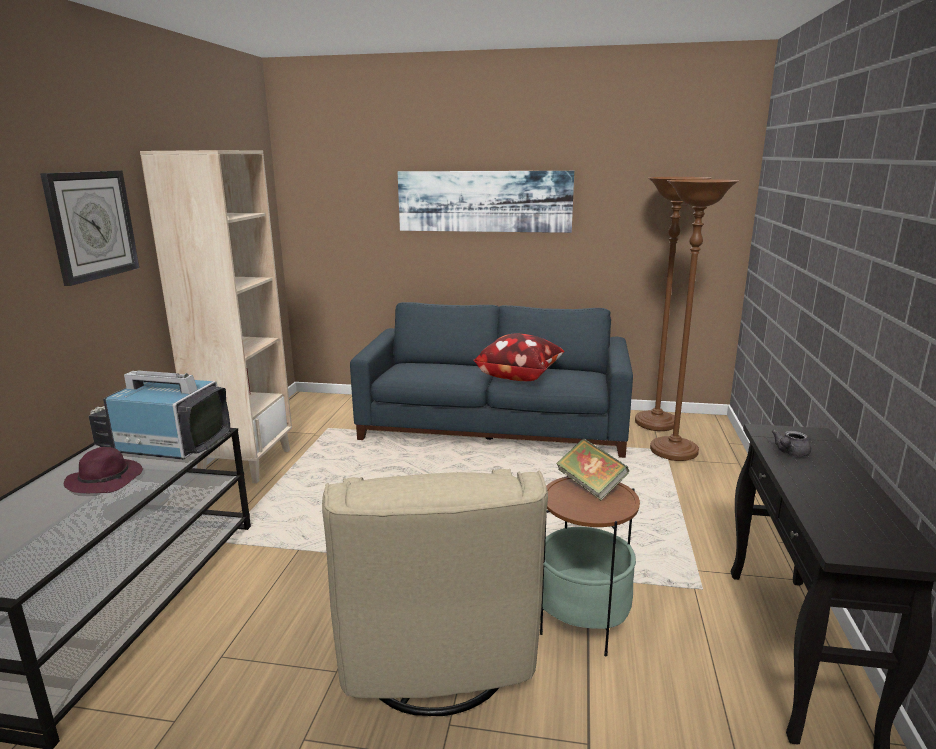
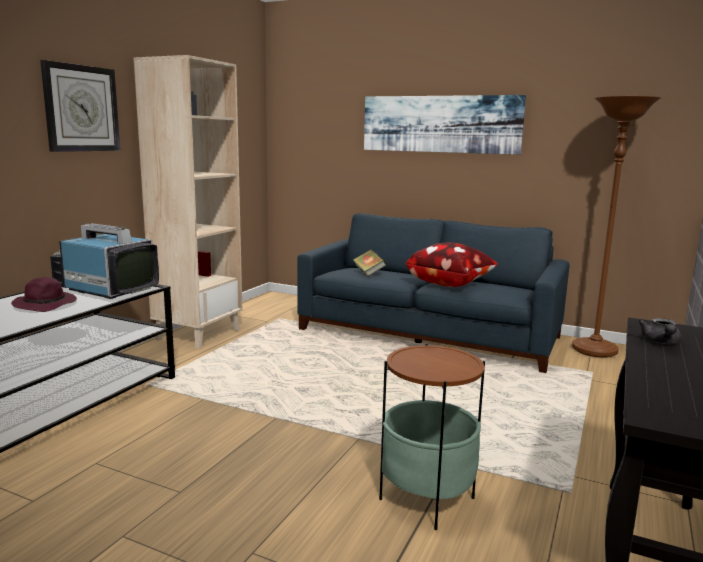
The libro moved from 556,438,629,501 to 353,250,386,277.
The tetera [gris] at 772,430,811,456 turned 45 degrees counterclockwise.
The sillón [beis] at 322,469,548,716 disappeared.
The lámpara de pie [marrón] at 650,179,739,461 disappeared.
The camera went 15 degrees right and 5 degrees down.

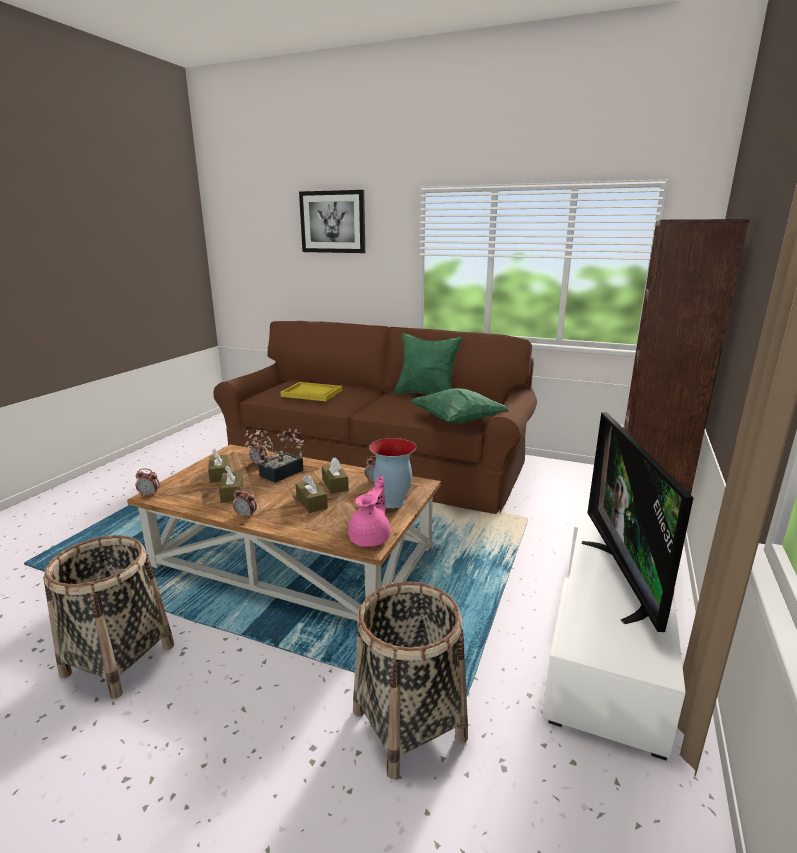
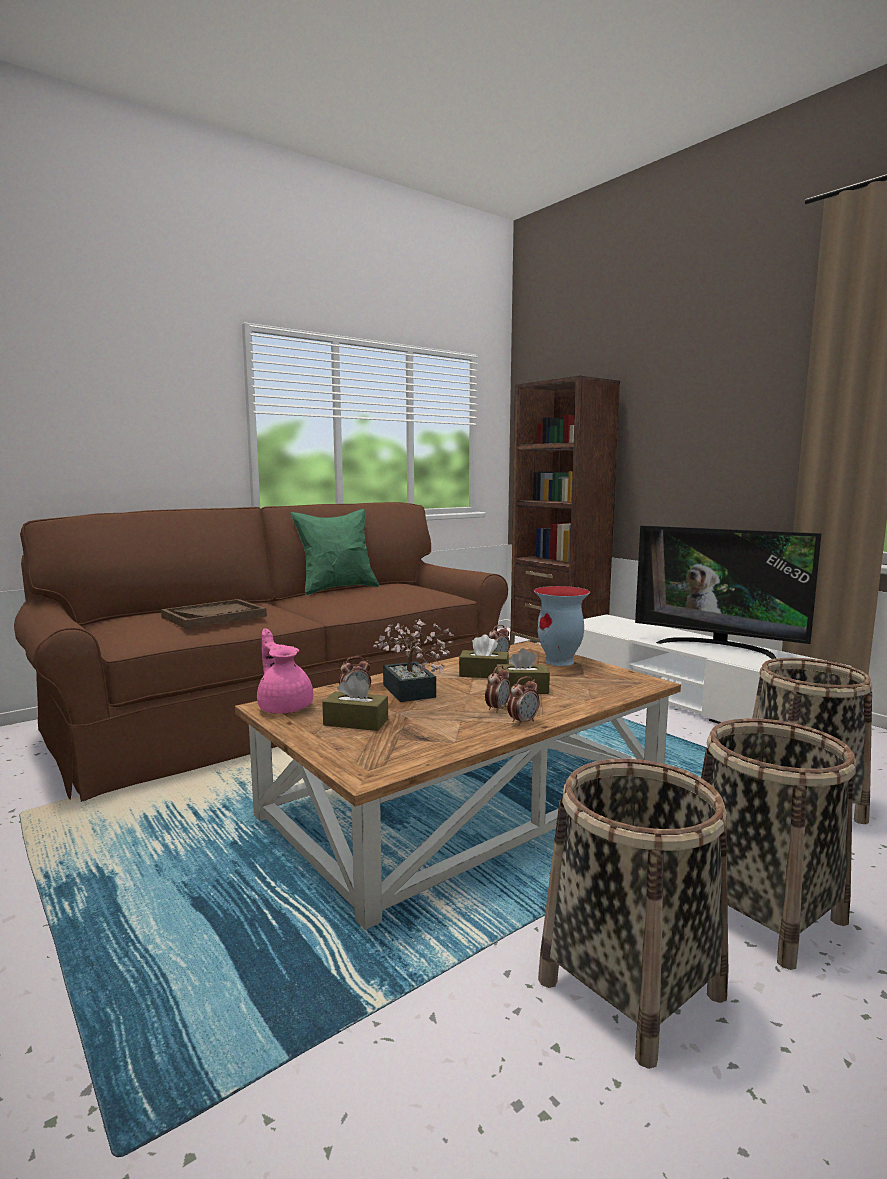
The bandeja [amarillo] at 280,382,342,401 became the bandeja [marrón] at 161,599,267,629.
The tetera [rosa] moved from 348,475,390,547 to 257,629,313,714.
The despertador moved from 136,469,160,497 to 485,665,511,713.
The cesta at 701,718,856,970 appeared.
The caja de pañuelos [marrón] at 219,466,243,503 disappeared.
The cuadro at 299,190,365,253 disappeared.
The cojín [verde] at 410,388,510,423 disappeared.
The camera went 60 degrees left and 10 degrees down.

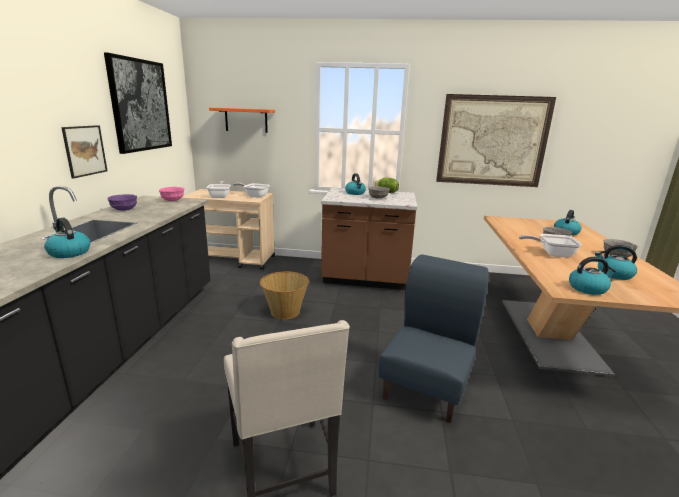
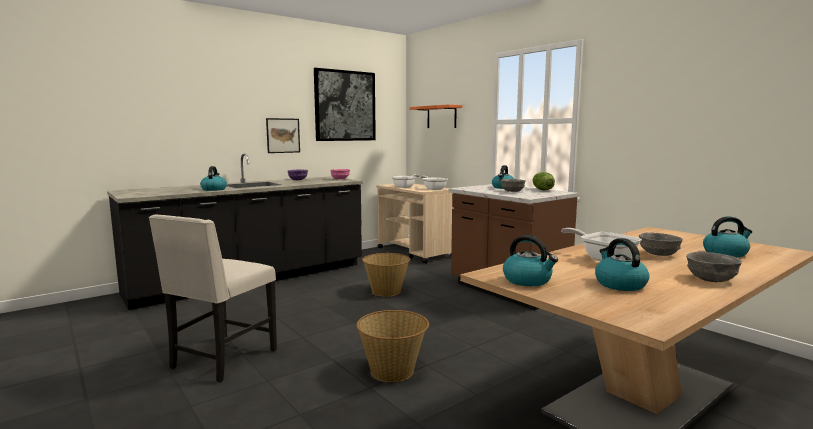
The silla [azul] at 378,254,489,423 was replaced by the cesta at 357,310,429,382.
The cuadro at 436,94,556,187 disappeared.
The camera went 45 degrees right and 10 degrees down.

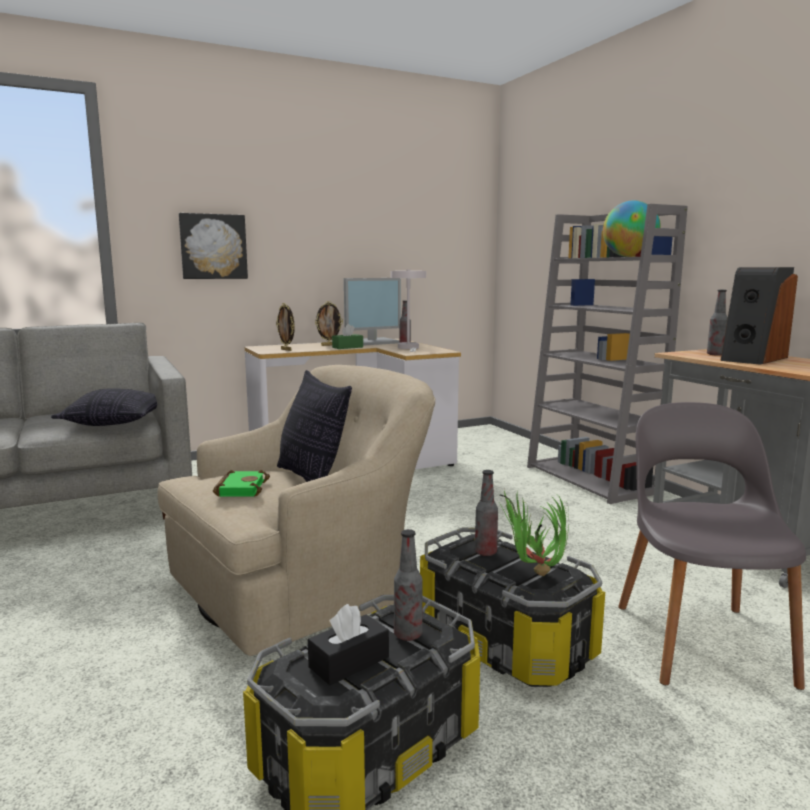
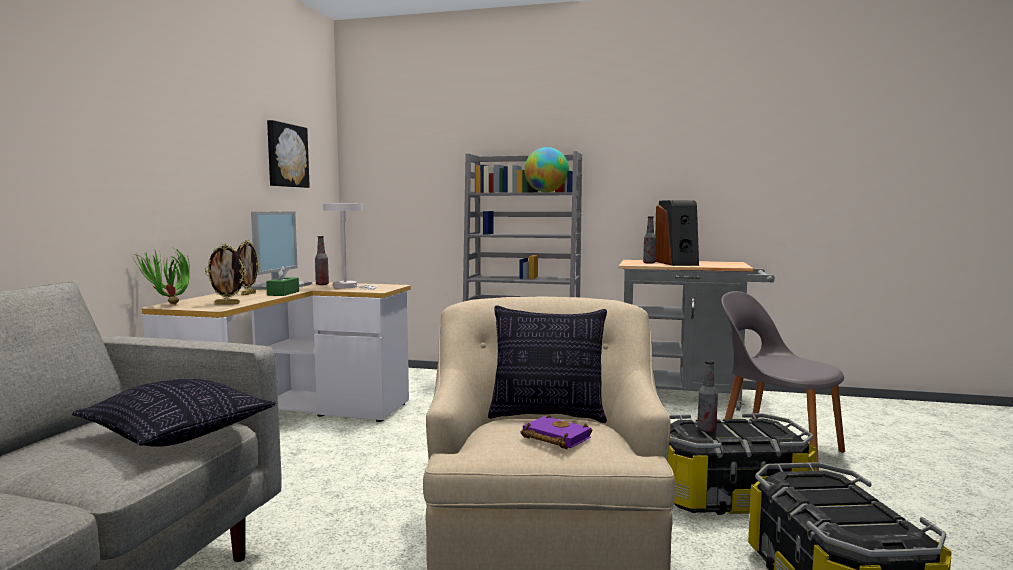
The planta en maceta moved from 497,491,569,576 to 134,249,190,304.
The cuadro moved from 179,213,248,279 to 267,120,310,188.
The libro [verde] at 213,470,270,497 became the libro [morado] at 521,414,592,449.
The caja de pañuelos [negro] at 308,604,389,685 disappeared.
The botella at 394,529,423,641 disappeared.
The camera went 50 degrees left and 5 degrees down.

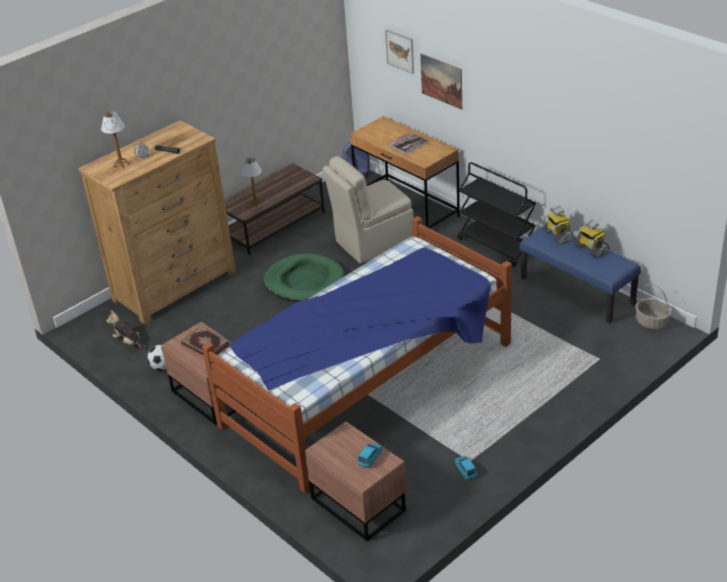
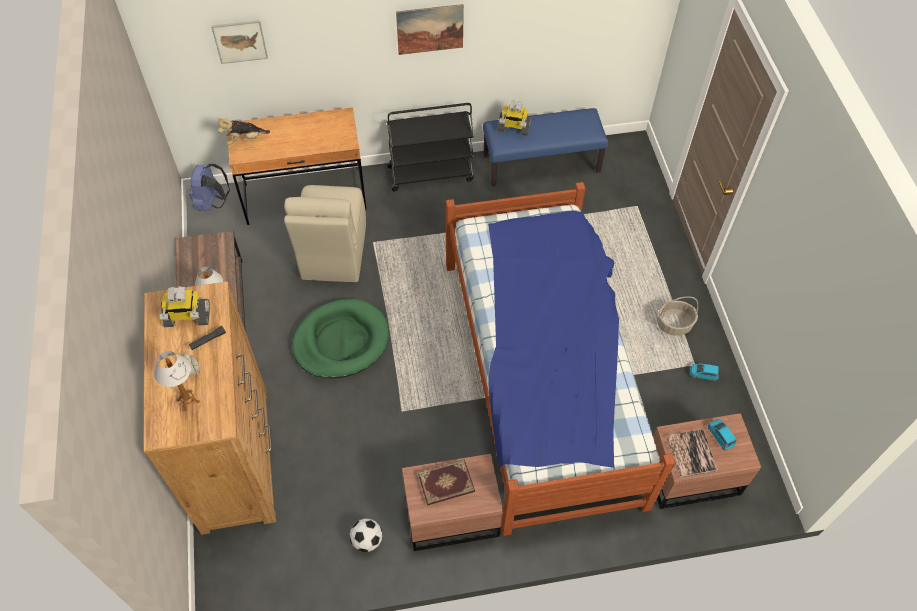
The robot de juguete moved from 573,219,609,258 to 160,286,210,327.
The peluche moved from 106,310,148,350 to 217,118,270,145.
The cuadro moved from 420,54,462,110 to 396,4,464,55.
The cesta moved from 636,284,671,330 to 657,297,698,336.
The libro moved from 387,132,428,155 to 666,429,718,477.
The camera went 60 degrees left and 20 degrees up.

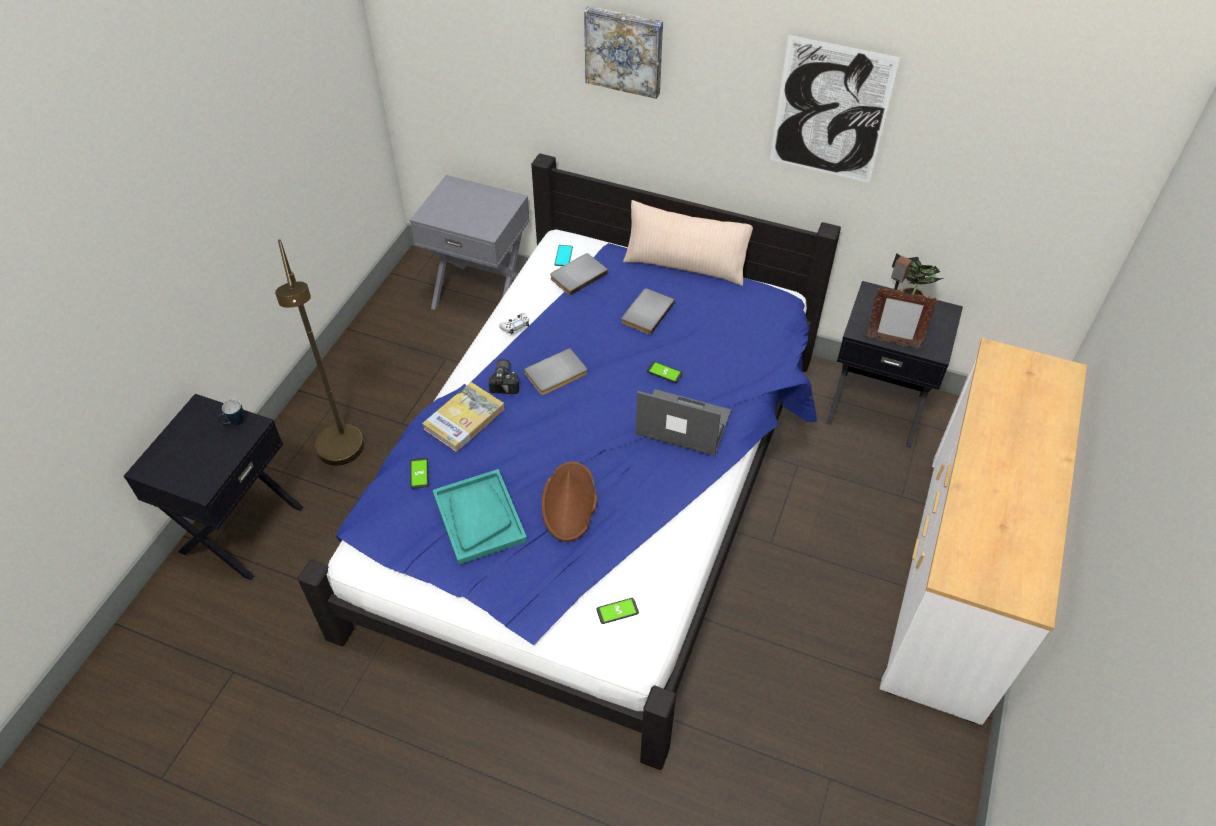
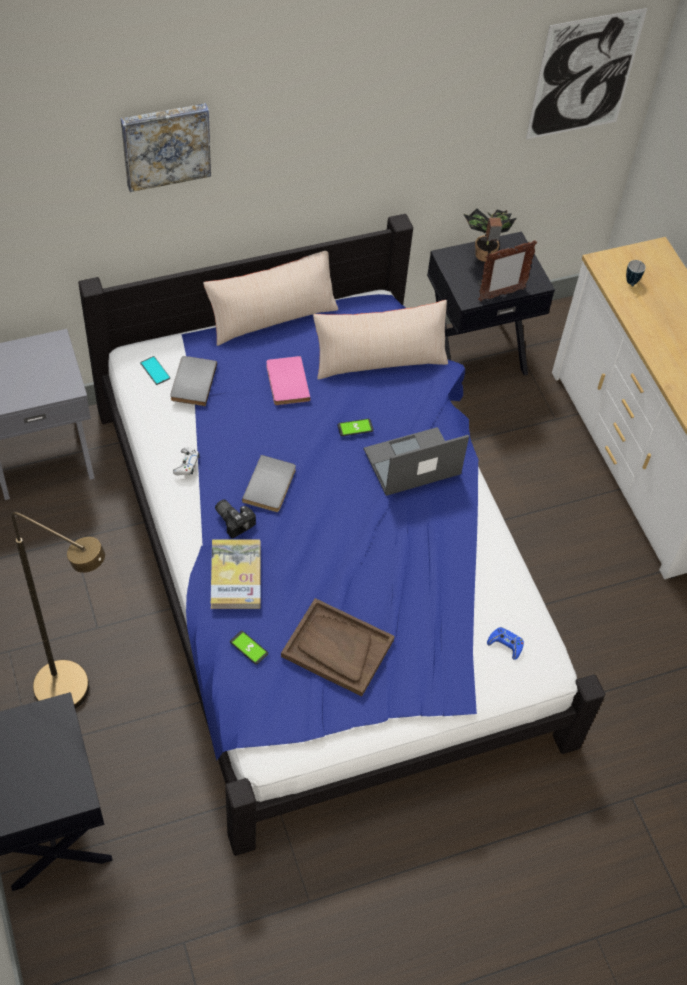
The libro [gris] at 622,288,675,335 became the libro [rosa] at 266,356,310,405.
The bandeja [turquesa] at 433,469,527,565 became the bandeja [marrón] at 281,598,395,697.
The cojín [beis] at 313,300,448,380 appeared.
The móvil at 596,598,639,624 was replaced by the mando de consola [azul] at 487,627,524,660.
The cuadro moved from 770,35,900,183 to 526,8,647,139.
The taza grande moved from 218,399,244,425 to 626,260,645,287.
The sombrero [marrón] at 541,461,597,542 disappeared.
The camera went 45 degrees left and 5 degrees up.

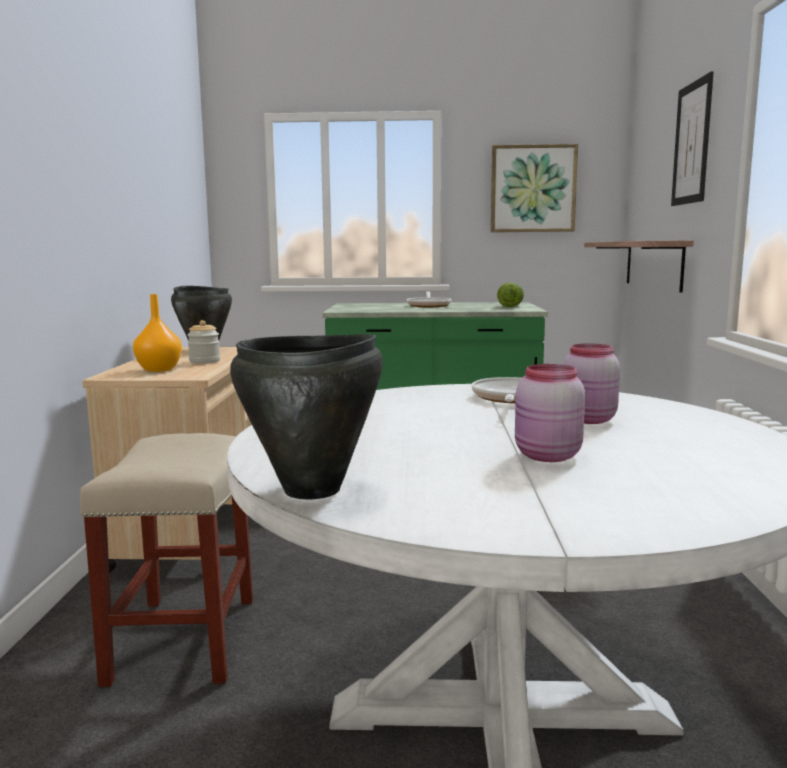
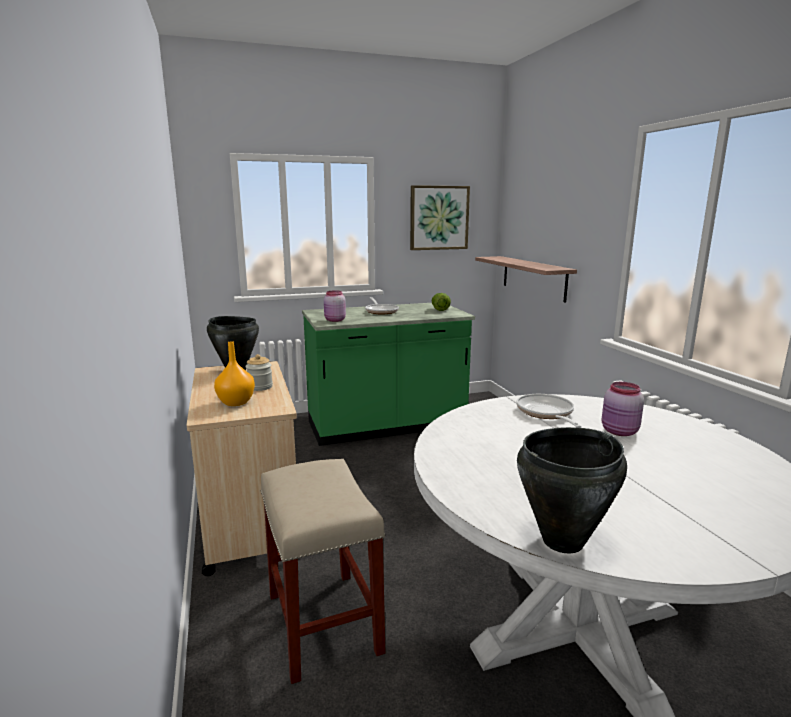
The tarro [rosa] moved from 515,364,585,462 to 324,290,346,322.
The cuadro at 671,71,714,206 disappeared.
The camera went 20 degrees left and 5 degrees up.

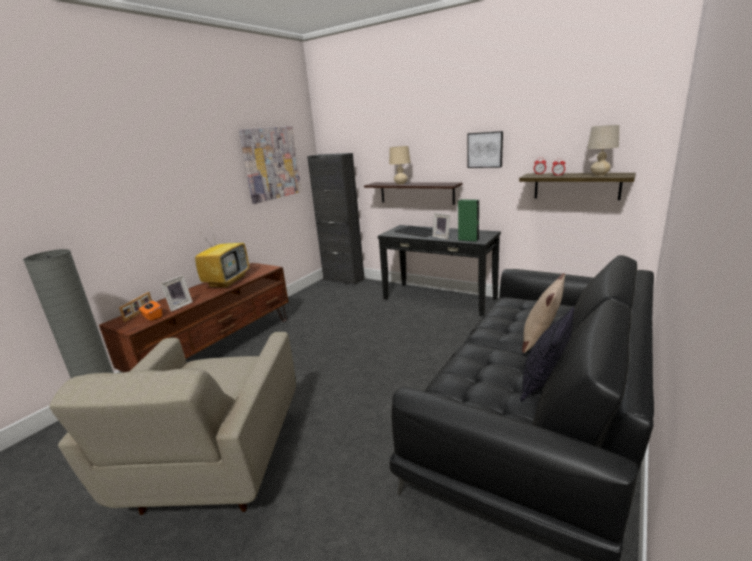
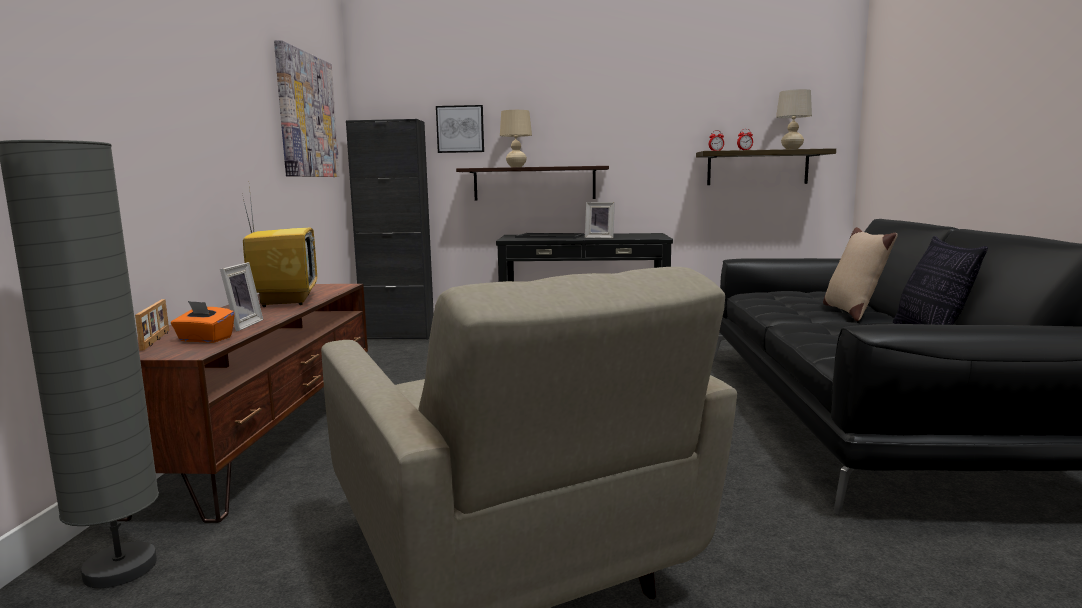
The cuadro moved from 467,131,503,168 to 436,105,484,153.
The altavoz [verde] at 458,199,479,242 disappeared.
The camera went 30 degrees left and 10 degrees down.

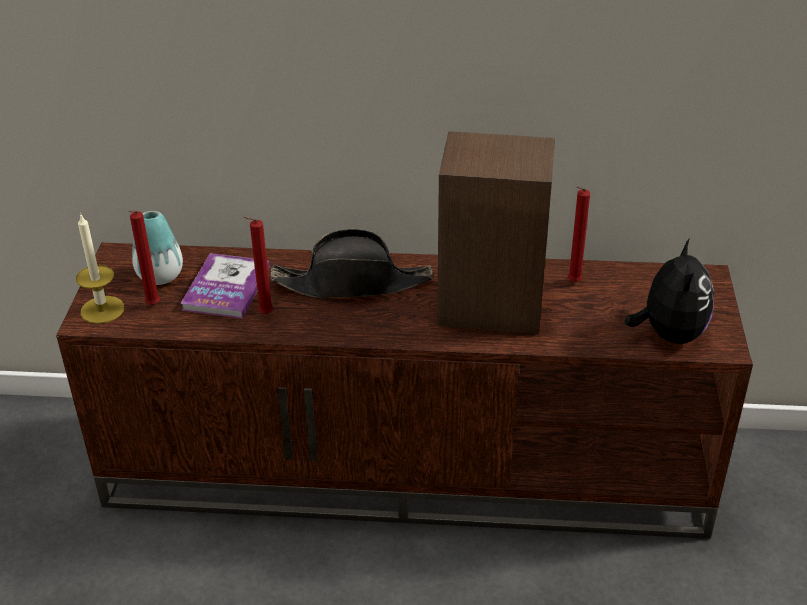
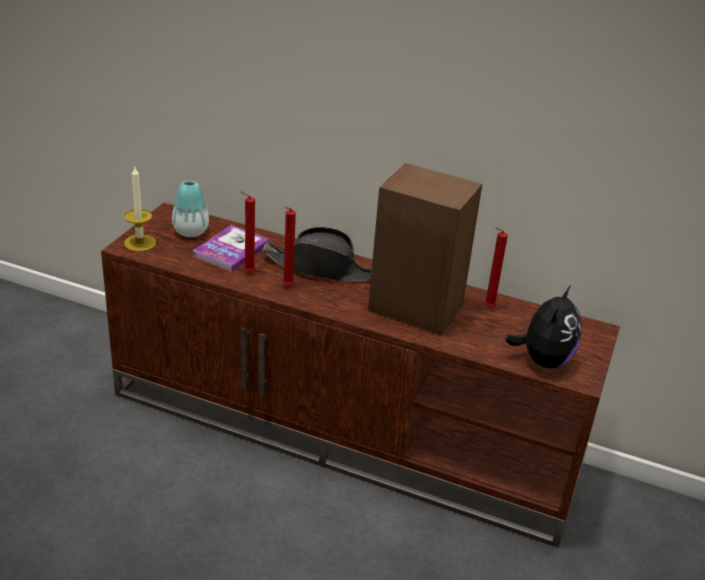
The vela [rojo] moved from 128,210,160,305 to 283,207,296,286.
The camera went 15 degrees right and 5 degrees down.

